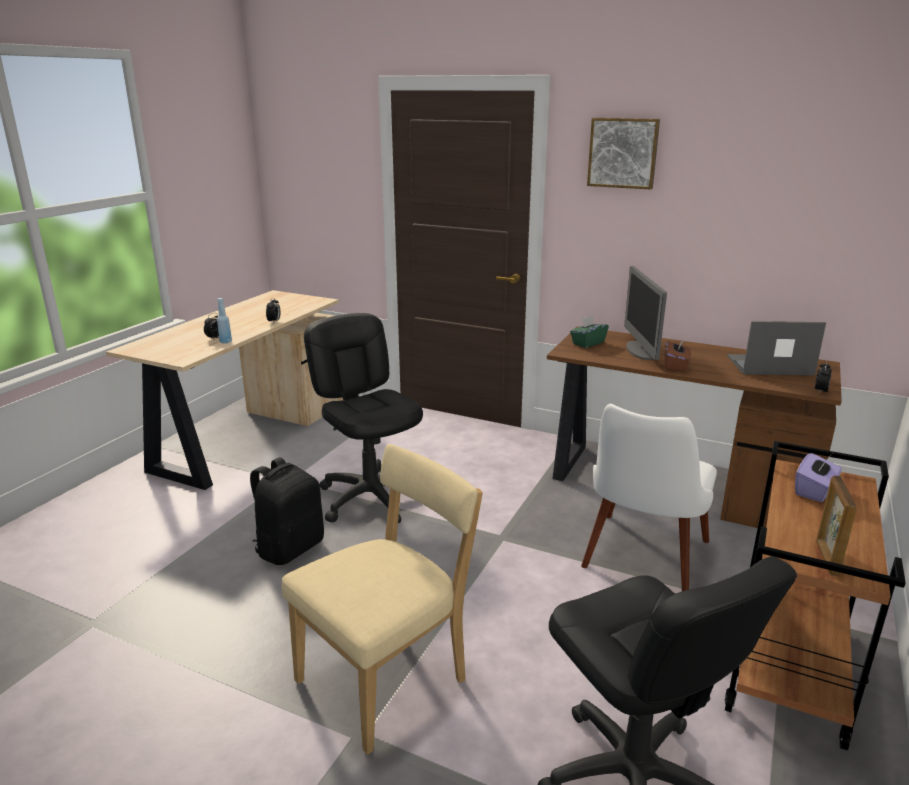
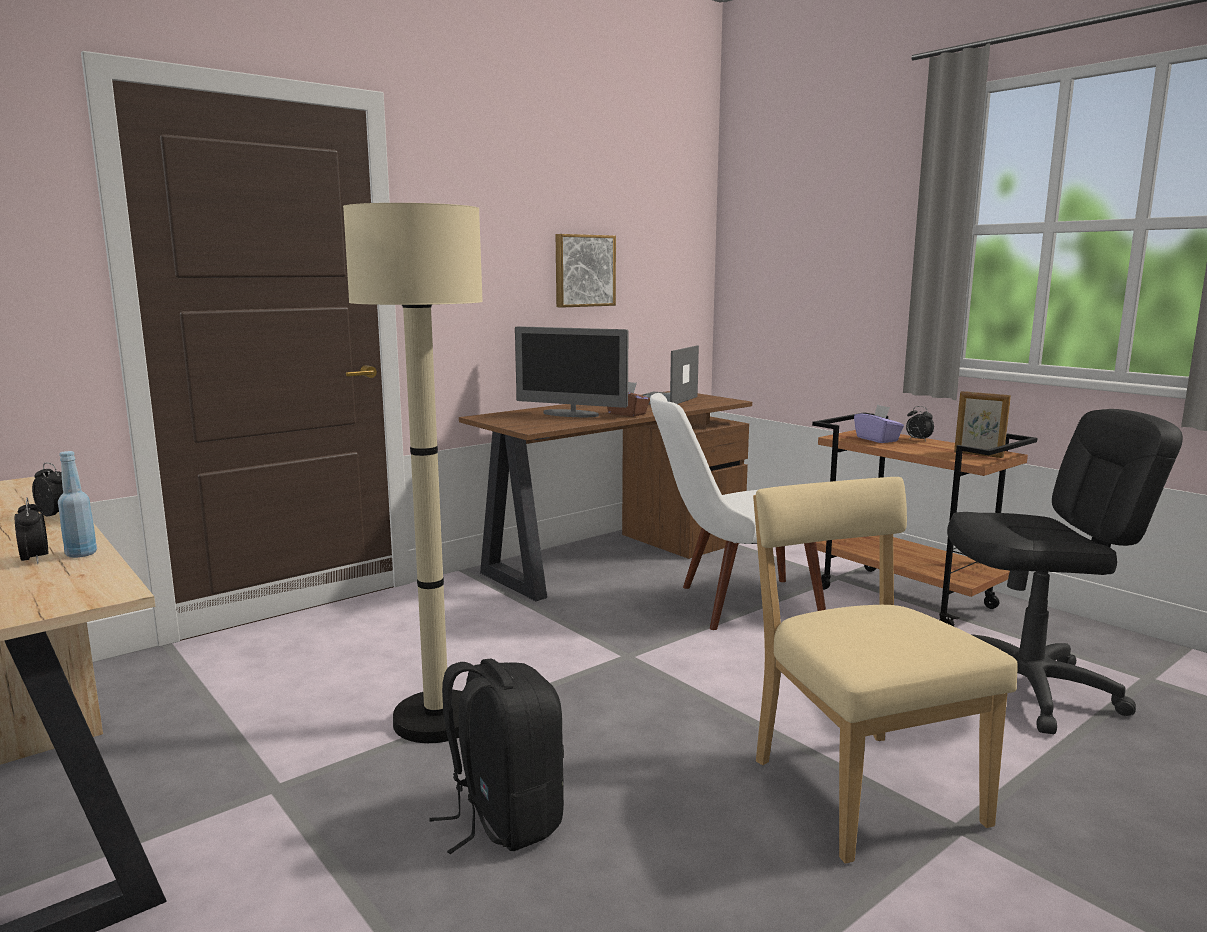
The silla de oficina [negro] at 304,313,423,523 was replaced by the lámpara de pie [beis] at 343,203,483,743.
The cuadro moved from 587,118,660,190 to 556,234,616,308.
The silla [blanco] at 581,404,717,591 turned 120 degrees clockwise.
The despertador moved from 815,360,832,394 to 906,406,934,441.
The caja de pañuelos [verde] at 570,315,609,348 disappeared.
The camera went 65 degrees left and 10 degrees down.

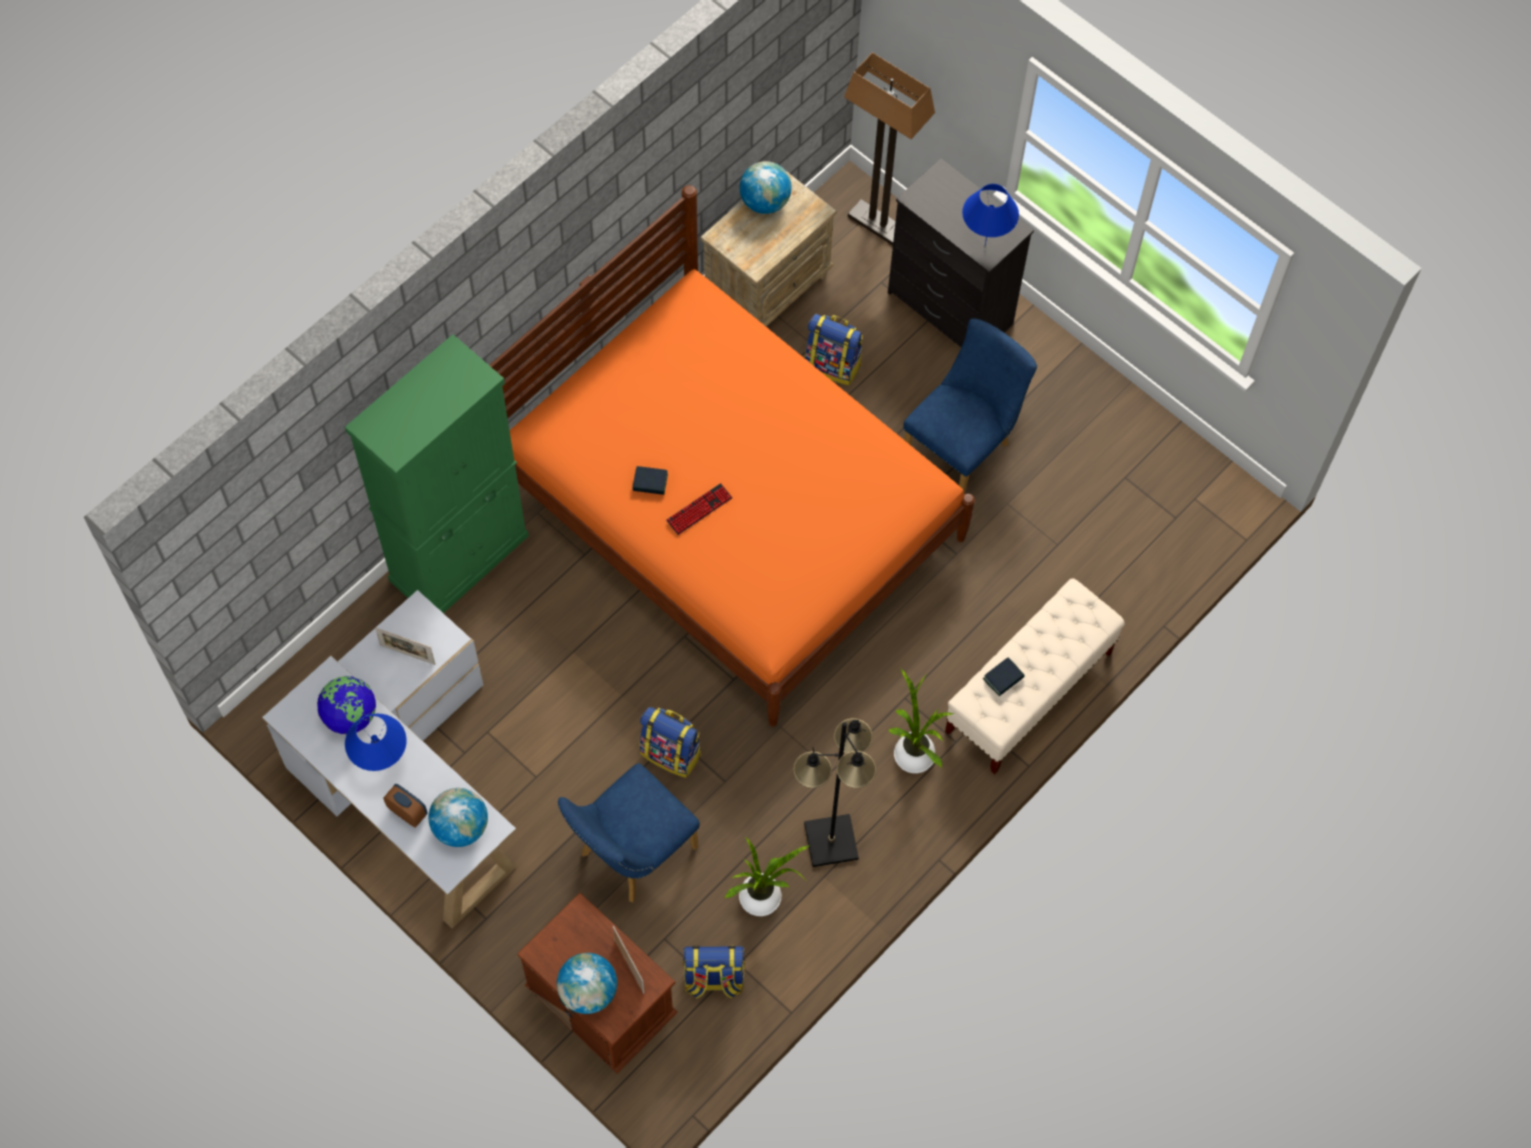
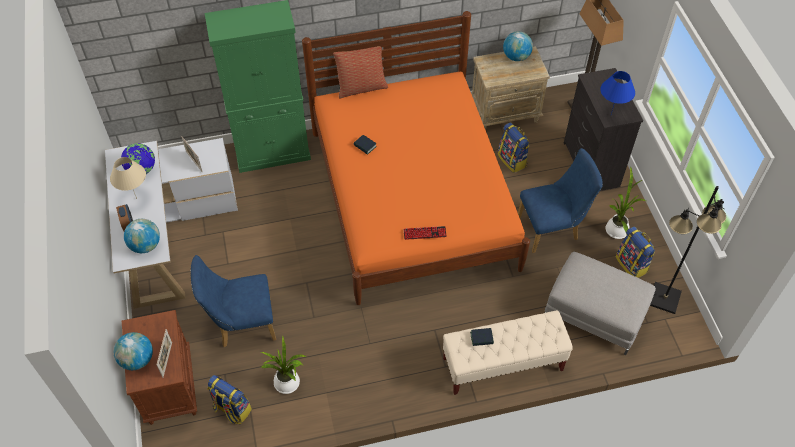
The lámpara de mesa [azul] at 345,714,407,771 became the lámpara de mesa [beis] at 110,157,146,199.
The cojín at 333,46,388,98 appeared.
The teclado moved from 666,483,732,535 to 404,226,447,240.
The puf [gris] at 545,252,656,355 appeared.
The planta en maceta moved from 888,668,954,773 to 606,166,646,239.
The mochila moved from 639,707,701,778 to 616,226,655,278.
The lámpara de pie [negro] moved from 793,718,876,867 to 650,186,726,314.
The camera went 35 degrees right and 10 degrees down.

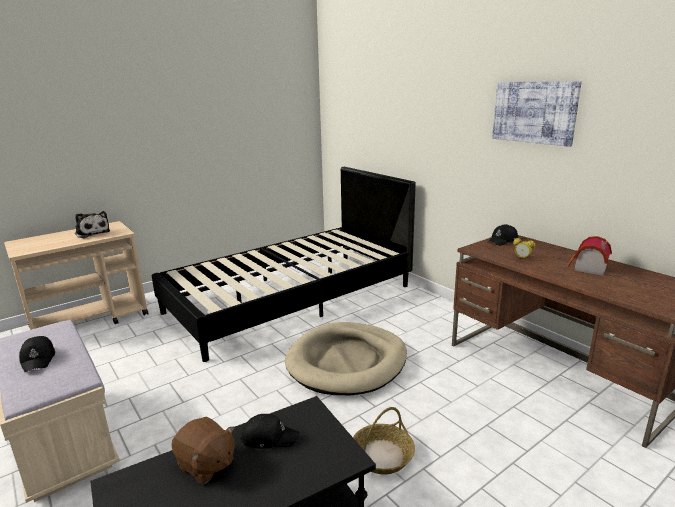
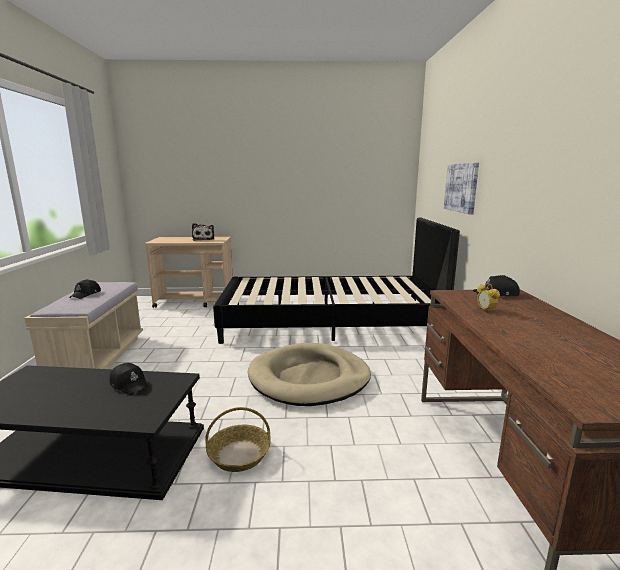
The cuadro moved from 492,81,581,147 to 444,163,479,215.
The peluche [marrón] at 171,417,235,484 disappeared.
The casita at 567,236,612,276 disappeared.
The camera went 35 degrees right and 5 degrees down.

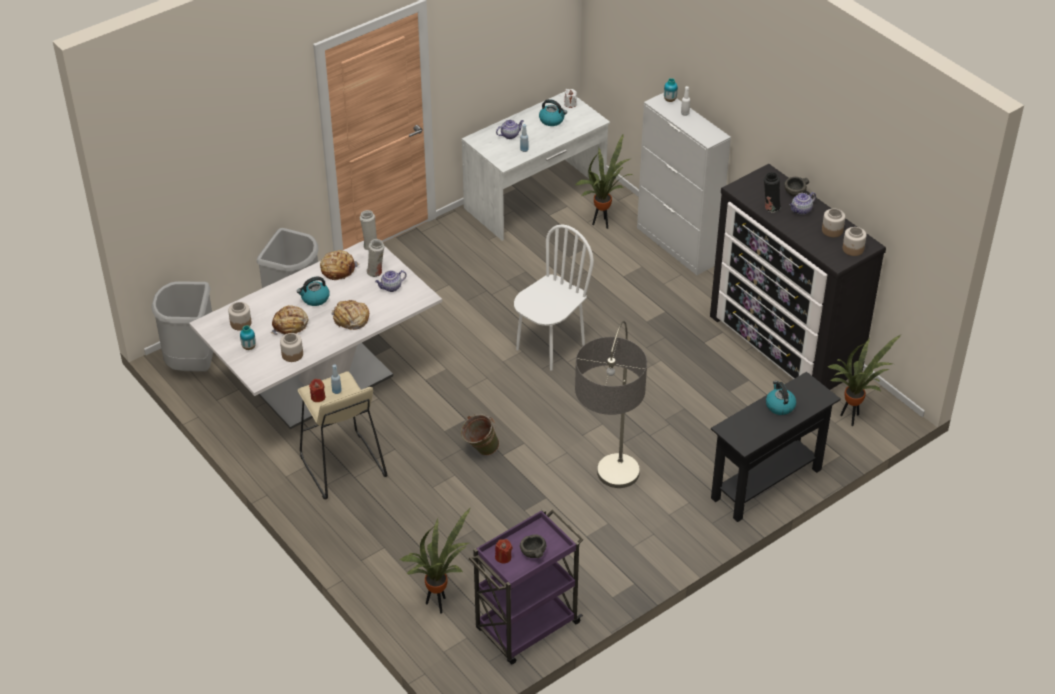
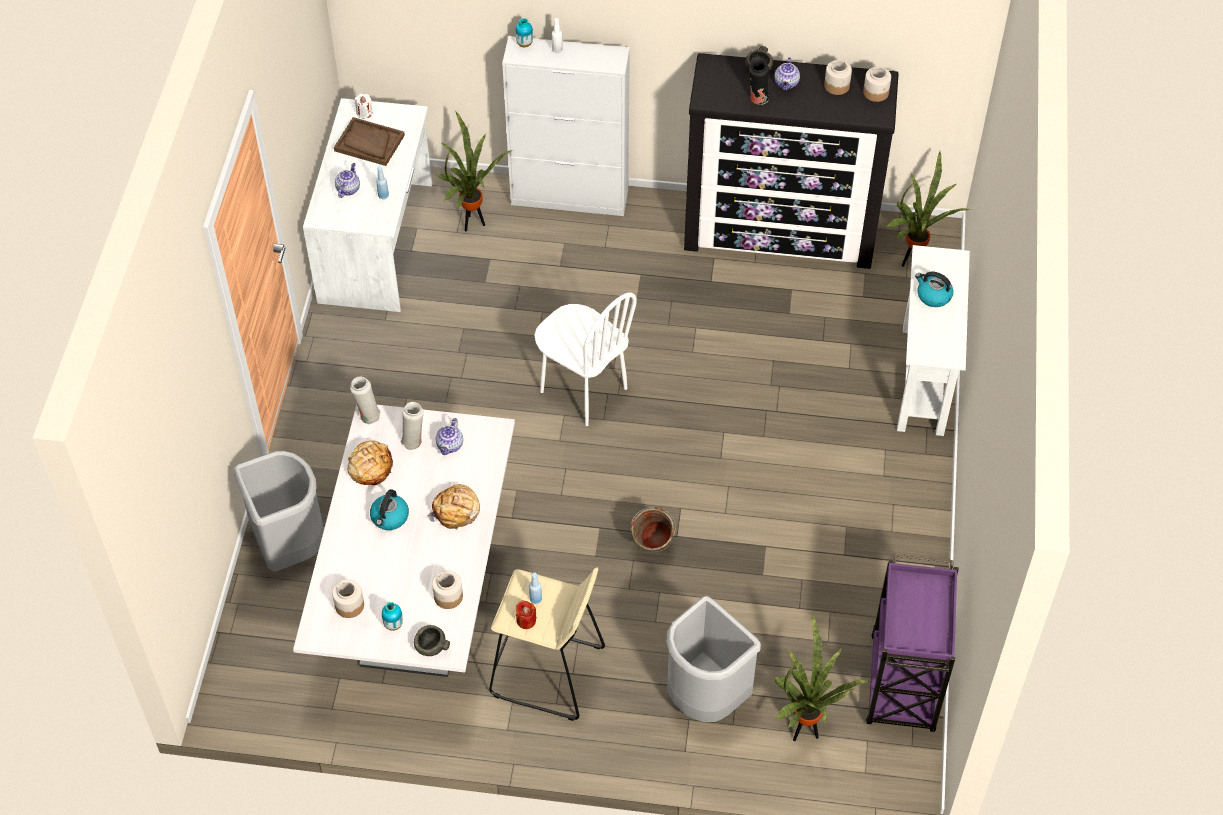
The hervidor at 539,99,567,126 was replaced by the bandeja [marrón] at 334,117,405,166.
The cuenco [gris] moved from 520,534,546,558 to 414,625,450,656.
The silla [blanco] at 514,224,594,371 turned 135 degrees clockwise.
The papelera [gris] moved from 151,281,213,372 to 667,596,761,722.
The mesa consola [negro] at 711,372,841,522 became the mesa consola [blanco] at 897,245,970,436.
The pan at 271,305,308,335 disappeared.
The vela [rojo] at 495,539,513,564 disappeared.
The lámpara de pie at 575,321,647,488 disappeared.
The camera went 45 degrees left and 10 degrees up.

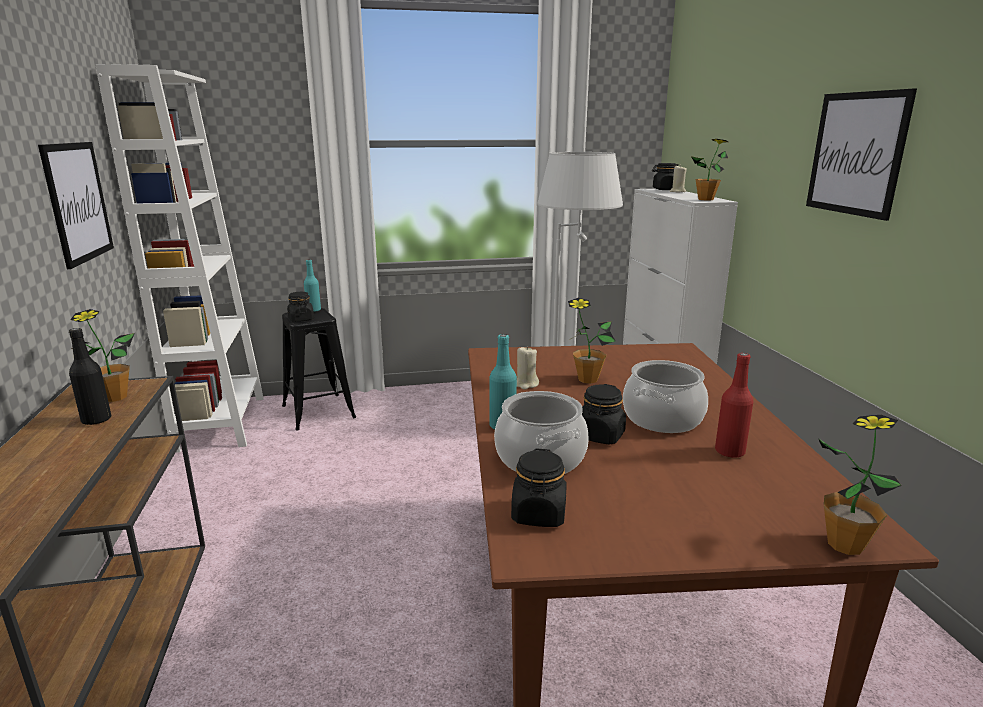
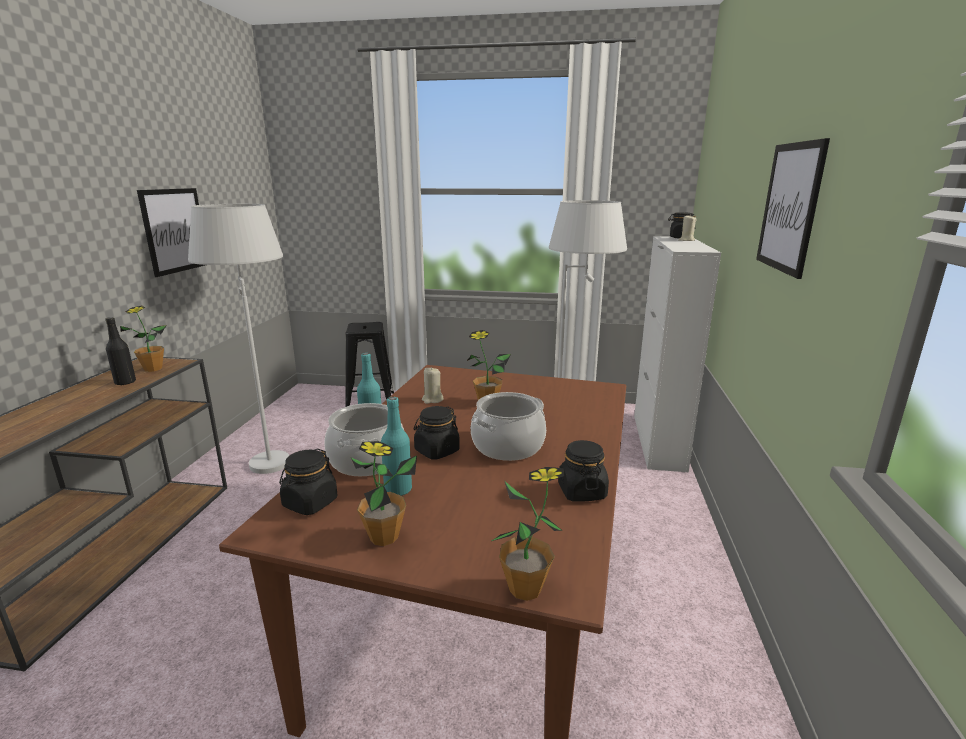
The lámpara de pie [blanco] at 188,204,289,474 appeared.
The planta en maceta moved from 691,139,728,200 to 350,441,417,546.
The botella [turquesa] moved from 304,259,321,312 to 381,397,412,495.
The tarro [negro] moved from 287,292,314,322 to 558,440,609,502.
The estantería [blanco] at 95,64,264,453 disappeared.
The botella [rojo] at 715,353,753,458 disappeared.
The camera went 20 degrees right and 0 degrees up.

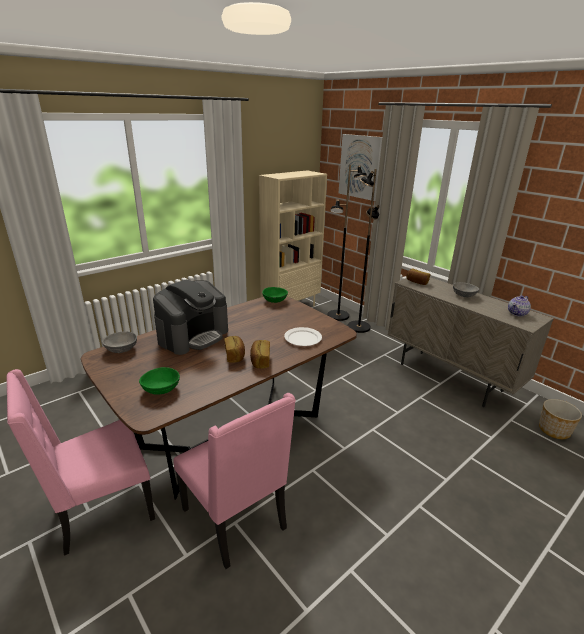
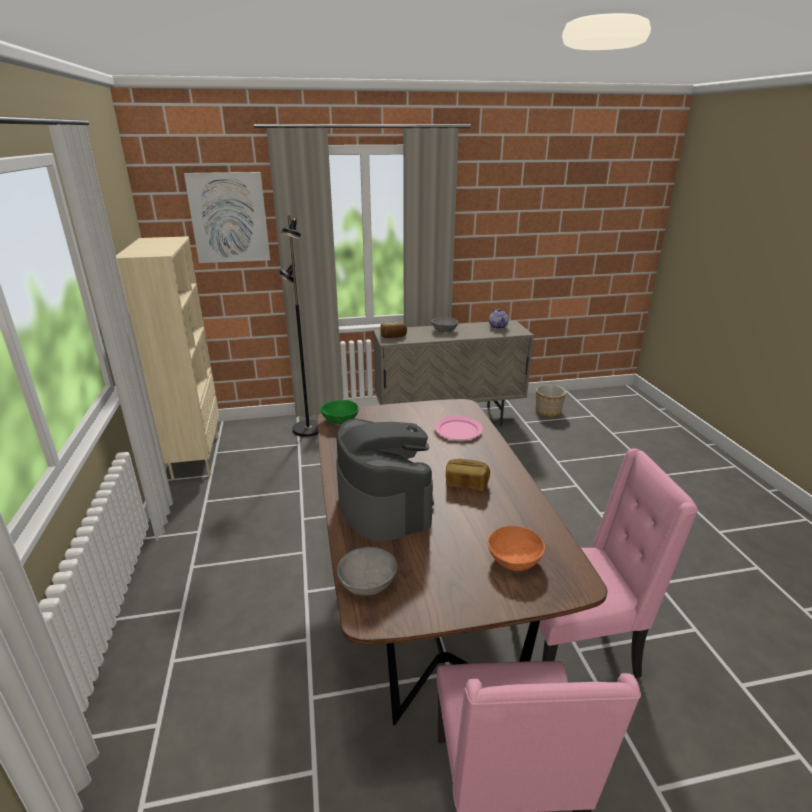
The plato [blanco] at 284,327,322,346 became the plato [rosa] at 435,416,483,440.
The cuenco [verde] at 139,367,180,395 became the cuenco [naranja] at 488,526,545,571.
The pan at 250,340,270,368 disappeared.
The lámpara de pie [negro] at 328,165,367,321 disappeared.
The camera went 60 degrees left and 0 degrees up.

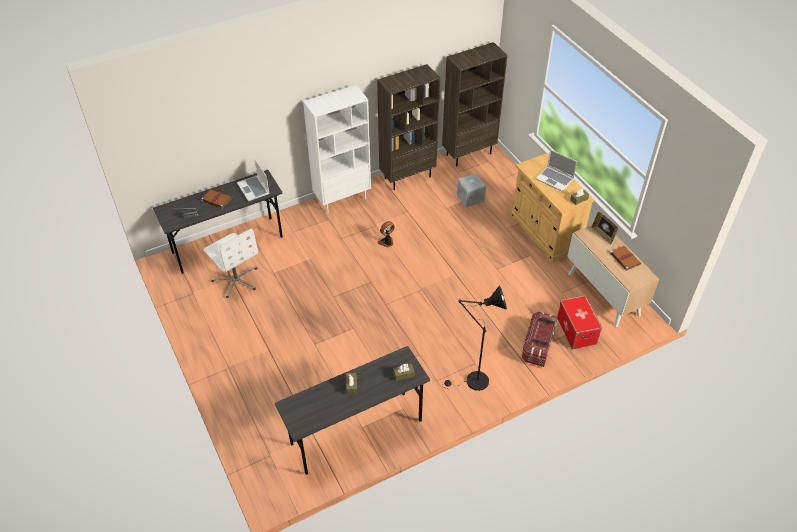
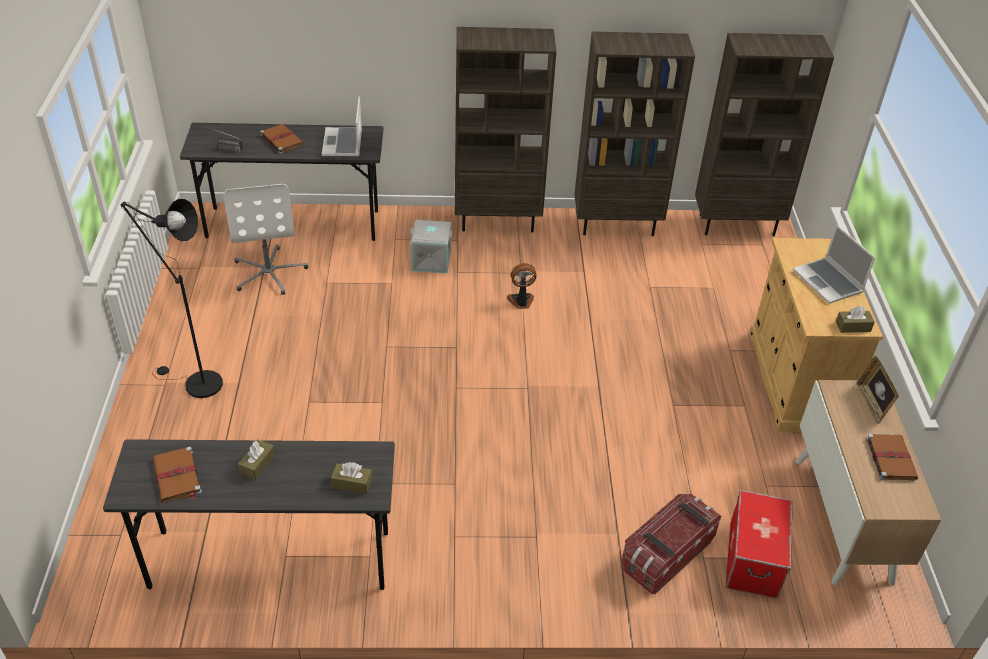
The lámpara de pie [negro] moved from 443,286,507,391 to 121,199,223,398.
The libro [marrón] at 153,446,202,503 appeared.
The caja de almacenaje [gris] moved from 457,173,486,207 to 410,220,452,273.
The estantería [blanco] at 303,85,371,213 became the estantería [marrón] at 455,27,556,232.
The camera went 25 degrees right and 5 degrees down.

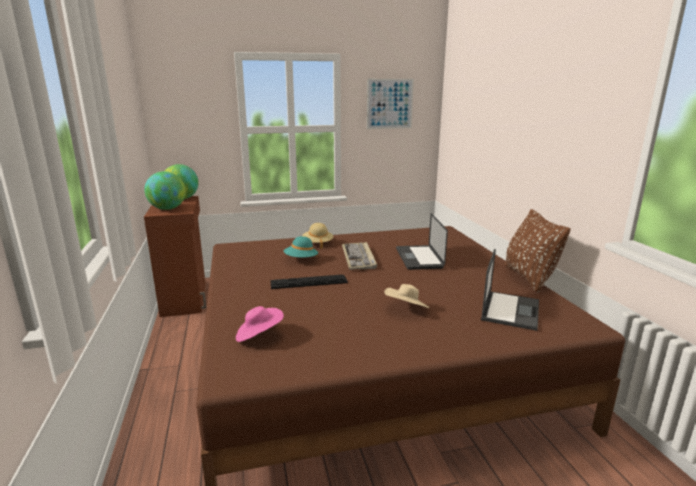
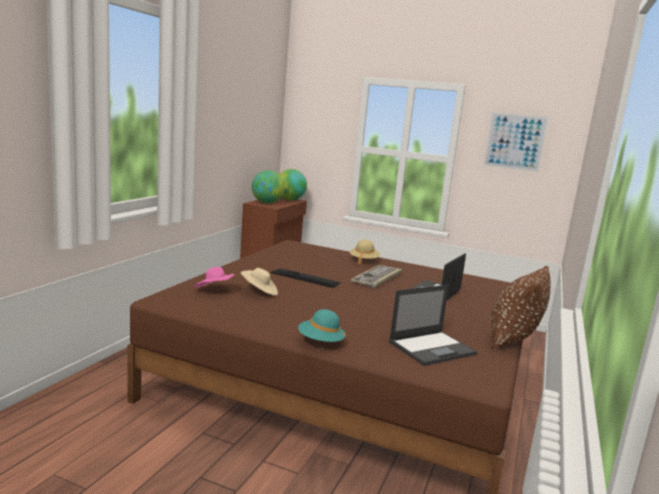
The sombrero [beis] moved from 384,284,430,308 to 240,268,278,296.
The sombrero [turquesa] moved from 284,236,318,257 to 298,309,346,346.
The camera went 35 degrees right and 5 degrees down.

